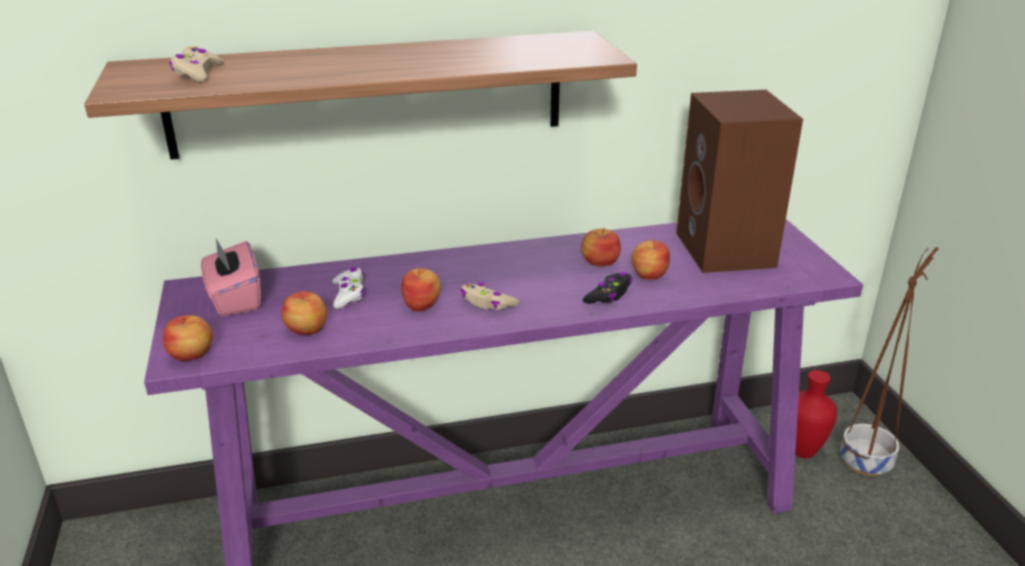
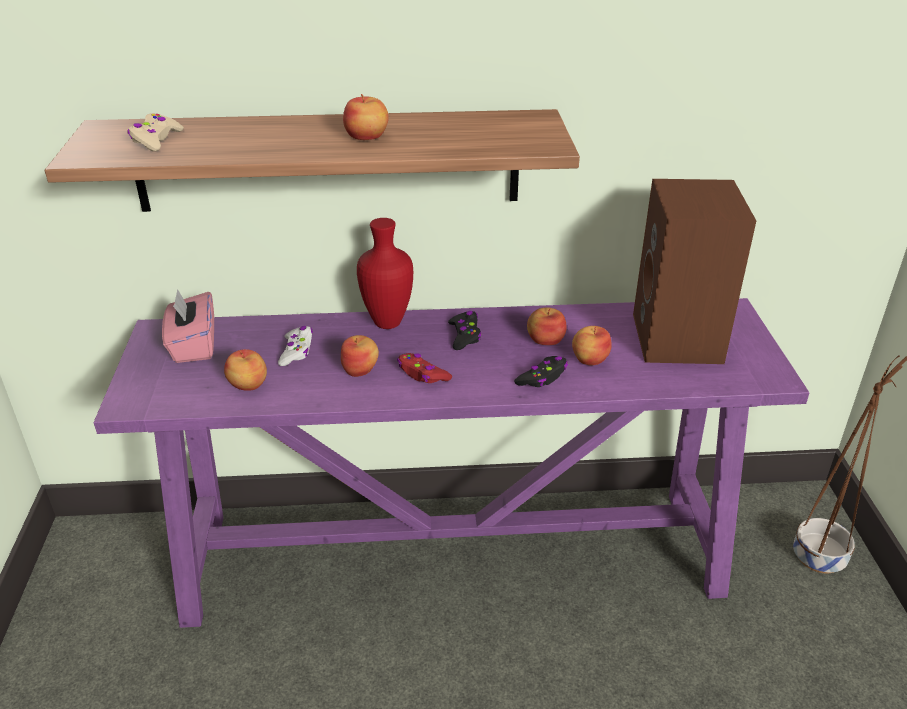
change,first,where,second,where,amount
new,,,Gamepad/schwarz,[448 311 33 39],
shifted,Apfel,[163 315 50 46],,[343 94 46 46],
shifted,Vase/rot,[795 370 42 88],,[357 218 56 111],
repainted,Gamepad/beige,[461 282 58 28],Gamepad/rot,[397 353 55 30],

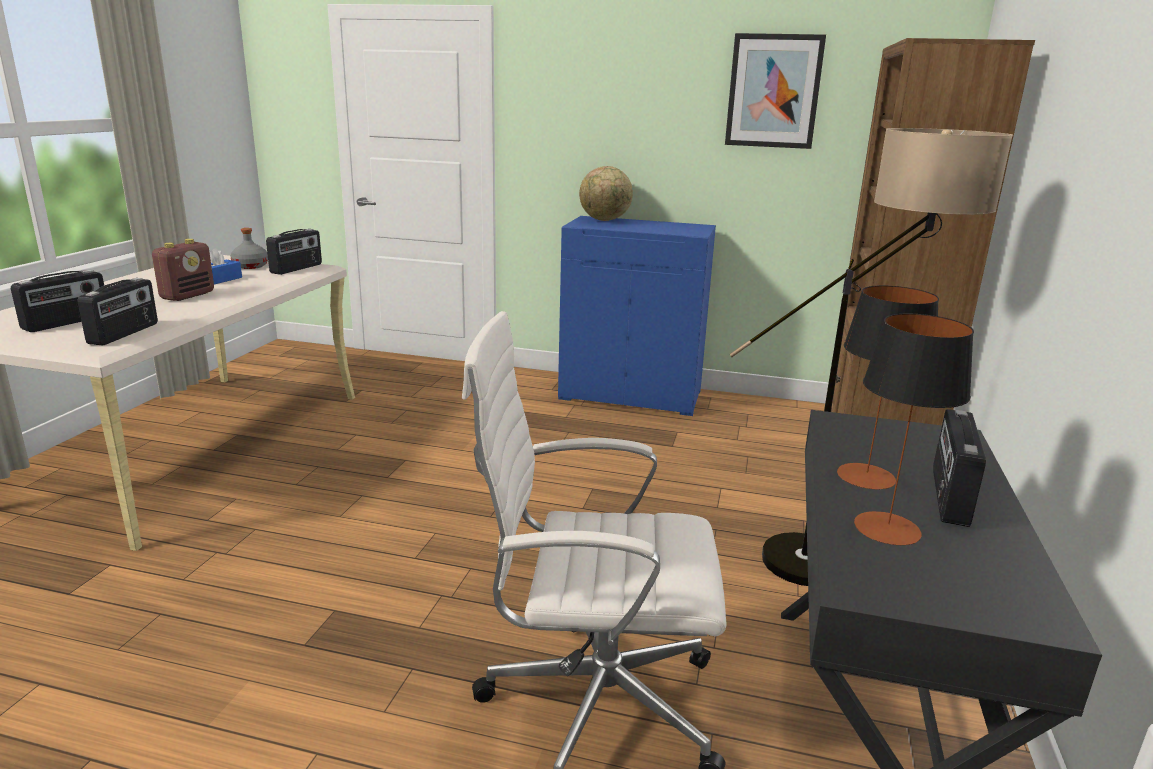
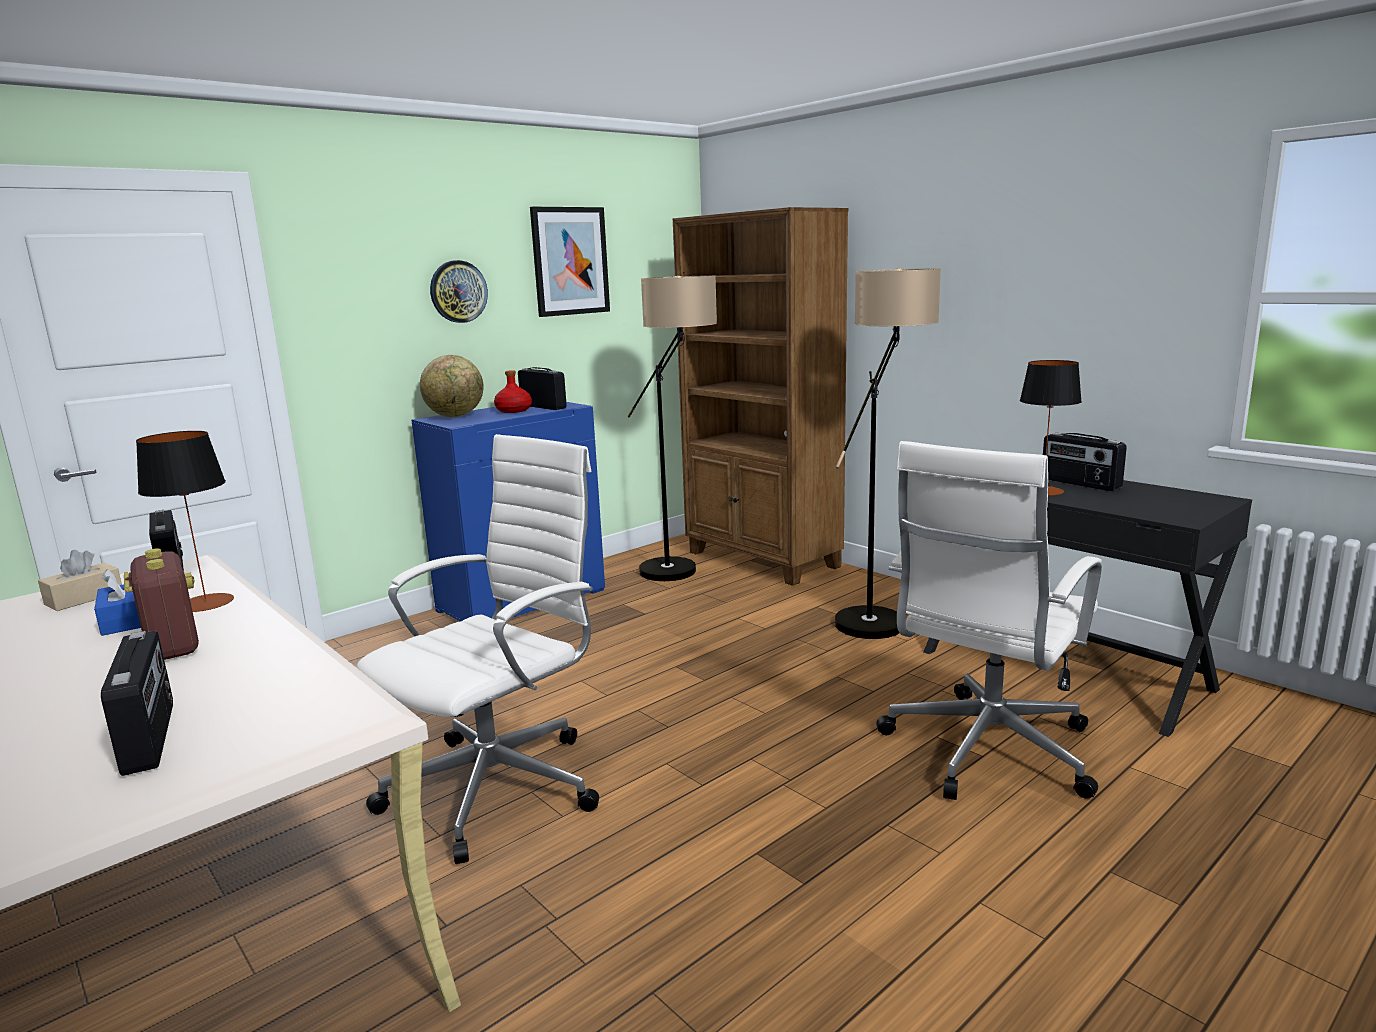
change,first,where,second,where,amount
new,,,Bürostuhl/weiß,[356 434 243 430],
new,,,Wanduhr,[430 260 58 63],
new,,,Flasche/rot,[494 370 38 43],
new,,,Stehlampe,[628 275 89 306],
shifted,Radio,[77 278 81 67],,[518 367 49 43],
shifted,Tischlampe,[854 314 120 231],,[136 431 98 181],
swapped,Flasche/grau,[230 228 38 41],Taschentuchbox/beige,[38 550 84 61],

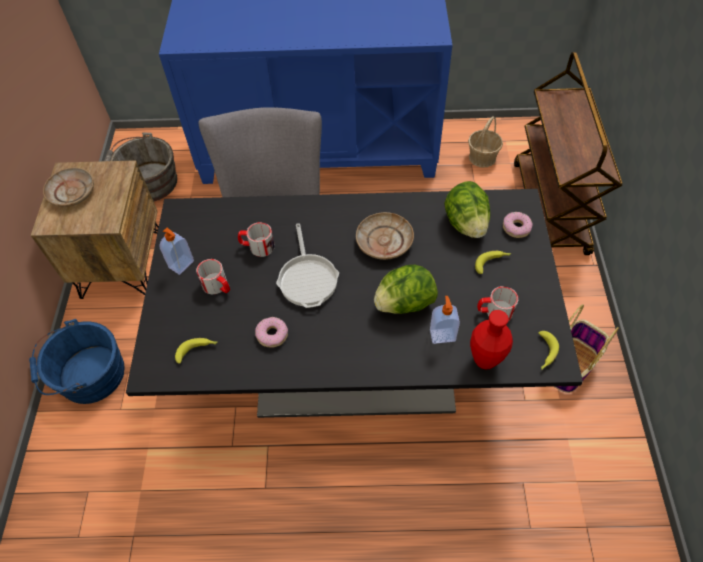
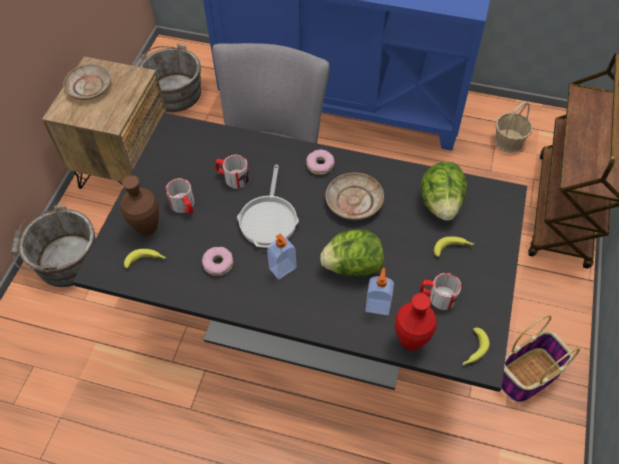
change,first,where,second,where,amount
new,,,Vase/braun,[121 175 38 61],
shifted,Seifenspender,[159 228 35 47],,[267 233 29 46],
shifted,Donut,[503 212 30 26],,[306 149 28 26],
repainted,Eimer/blau,[29 319 96 85],Eimer/grau,[11 205 85 82],

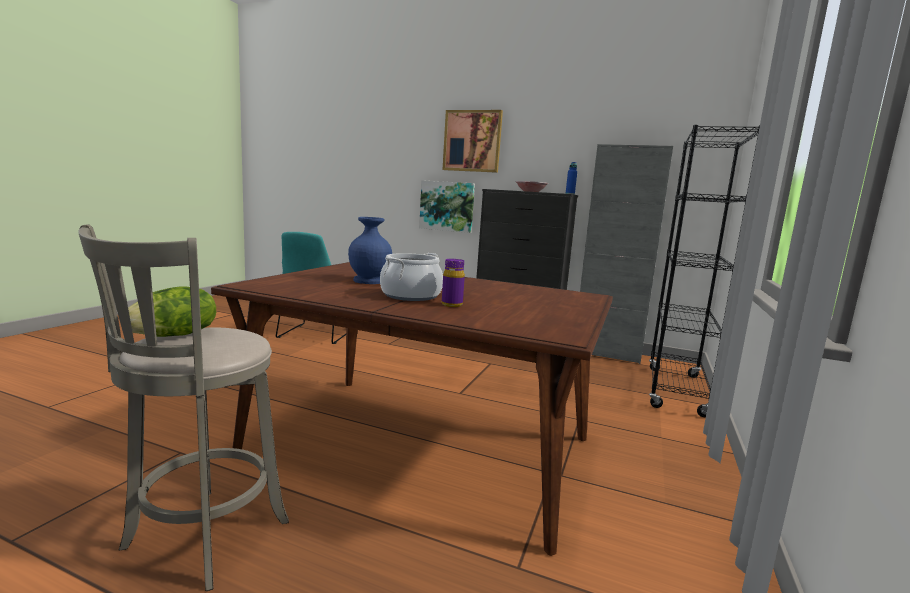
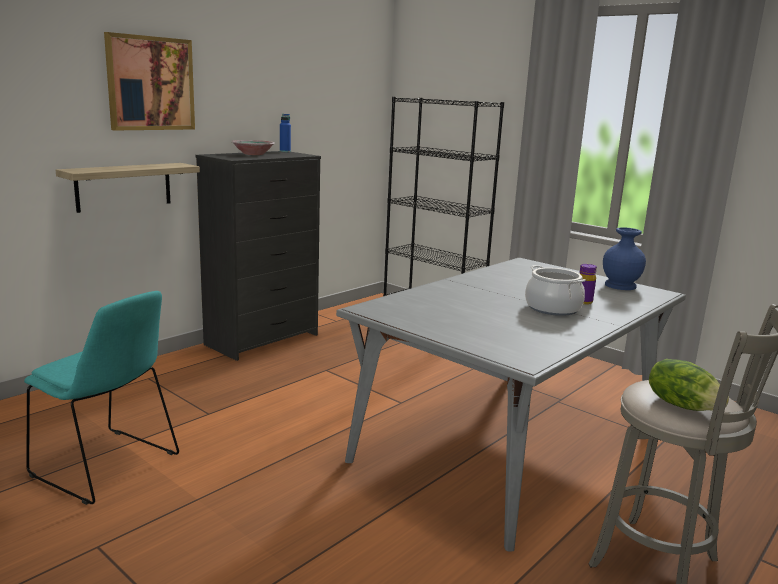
change,first,where,second,where,amount
gone,Schrank/grau,[580 144 93 220],,,
shifted,Vase/blau,[348 217 44 67],,[603 227 43 63],
swapped,Bild,[419 180 56 53],Wandregal,[56 163 144 50],
repainted,Esstisch/braun,[211 262 402 294],Esstisch/grau,[336 258 350 293],

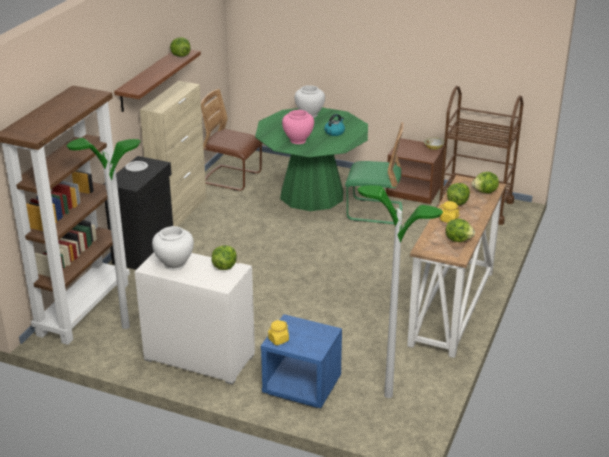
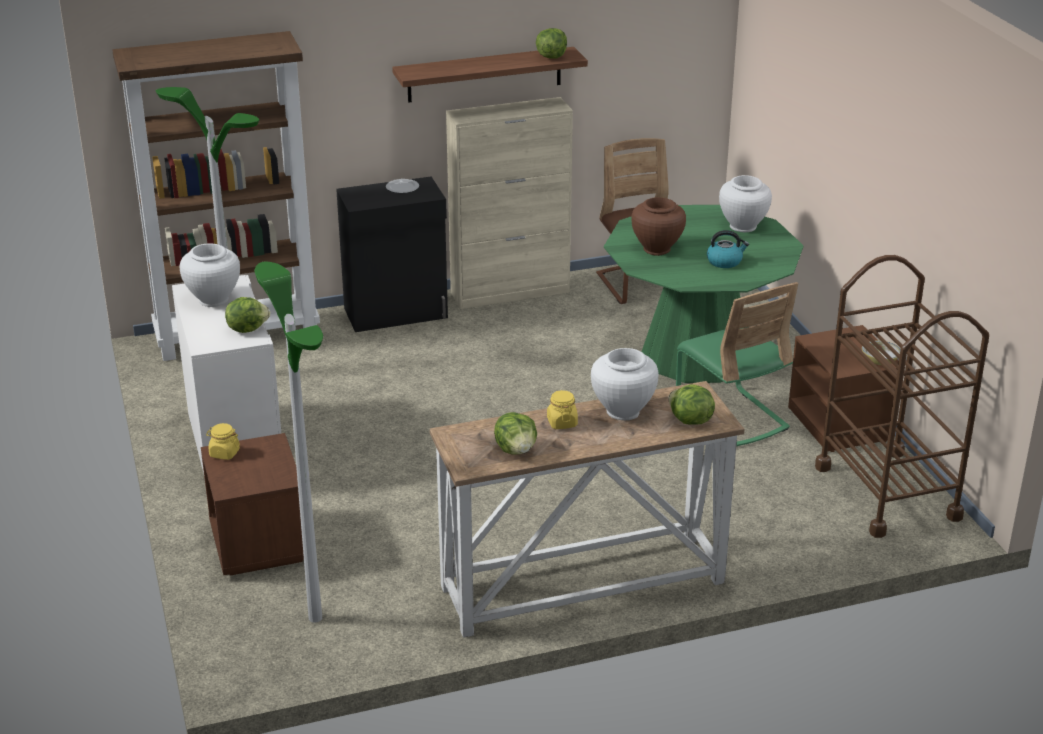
change,first,where,second,where,amount
swapped,Salatkopf,[447 183 23 22],Vase/weiß,[591 348 67 72],
repainted,Nachttisch/blau,[261 314 81 94],Nachttisch/braun,[201 433 103 143],
repainted,Vase/rosa,[282 110 32 34],Vase/braun,[631 197 55 59],

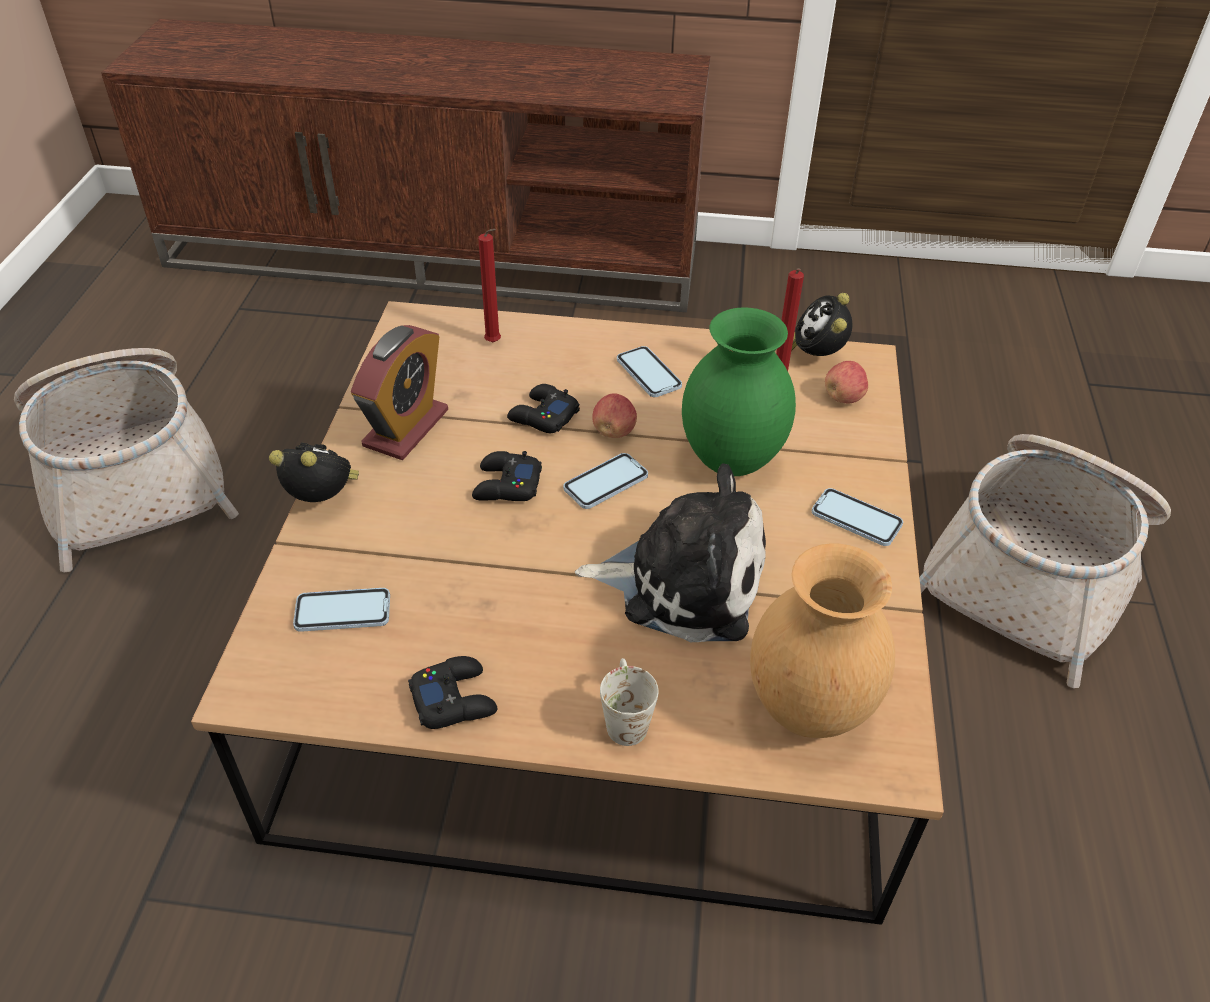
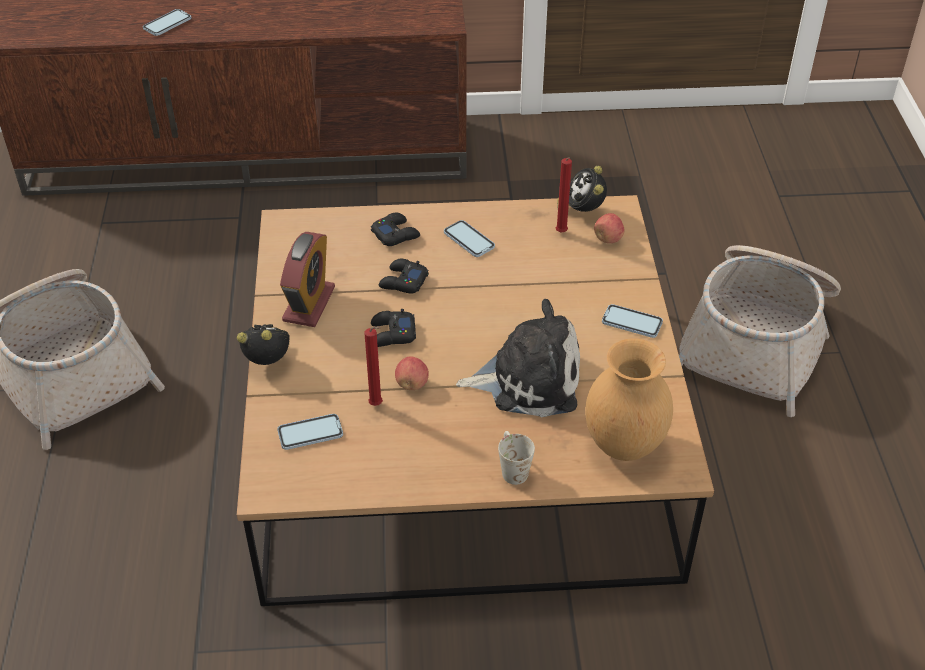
change,first,where,second,where,amount
gone,Vase/grün,[682 307 114 169],,,
shifted,Gamepad/schwarz,[408 656 89 73],,[371 212 49 34],
shifted,Kerze/rot,[478 229 23 113],,[364 326 19 80],
shifted,Handy,[563 453 85 56],,[143 9 48 27],
shifted,Apfel,[592 393 45 45],,[395 356 34 34],

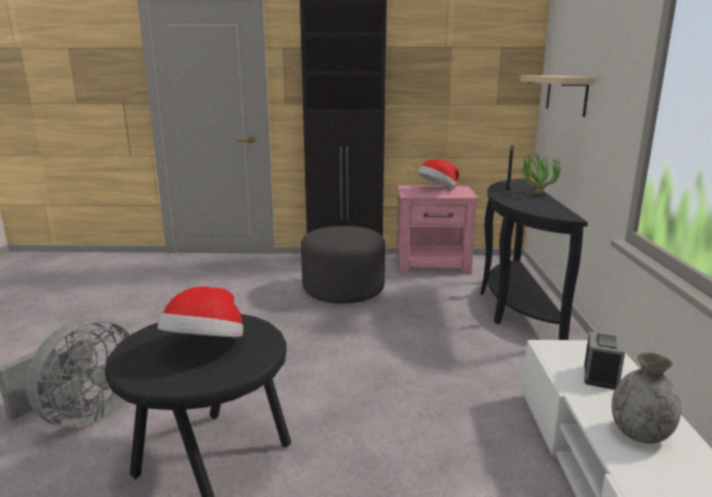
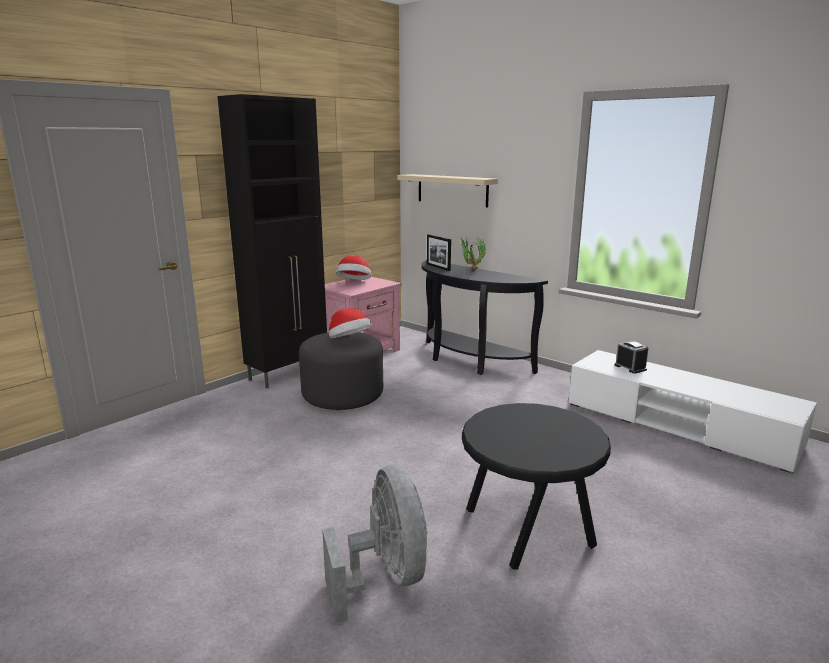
change,first,where,second,where,amount
gone,Vase/grau,[612 352 69 92],,,
shifted,Hut,[158 286 85 51],,[329 308 43 30],

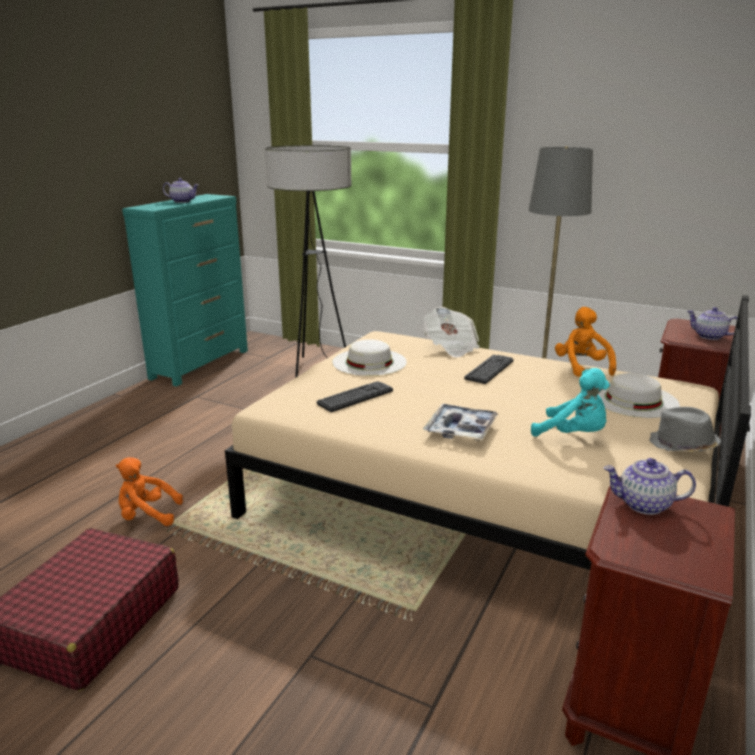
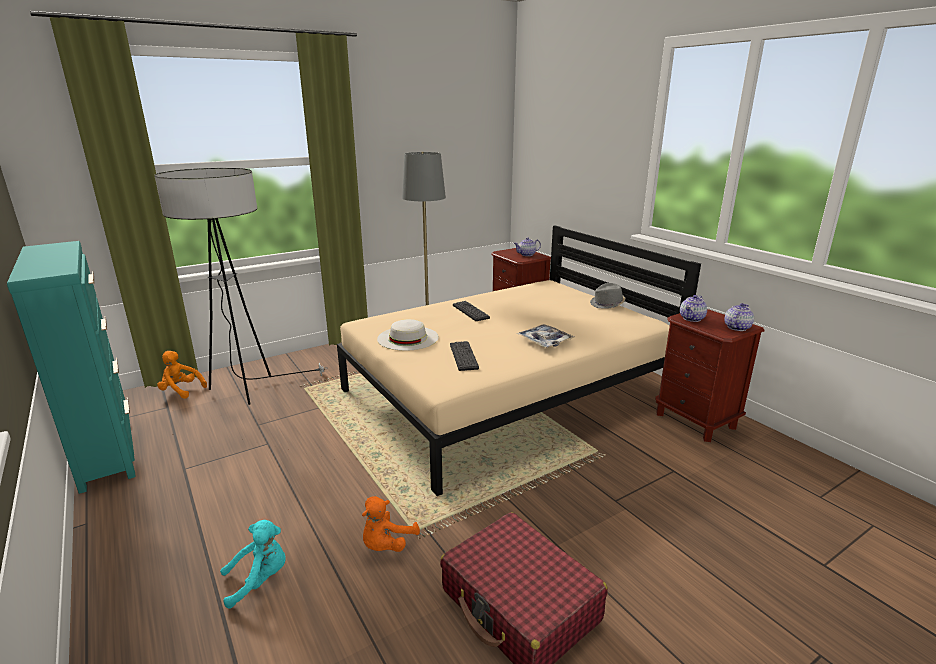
change,first,where,second,where,amount
gone,Zeitung,[424 307 56 51],,,
gone,Hut/weiß,[598 373 82 45],,,
shifted,Teekanne,[163 178 36 25],,[724 303 30 28],
shifted,Plüschtier/türkis,[531 368 79 69],,[220 520 66 88],
shifted,Plüschtier/orange,[555 307 61 70],,[157 351 50 48],

